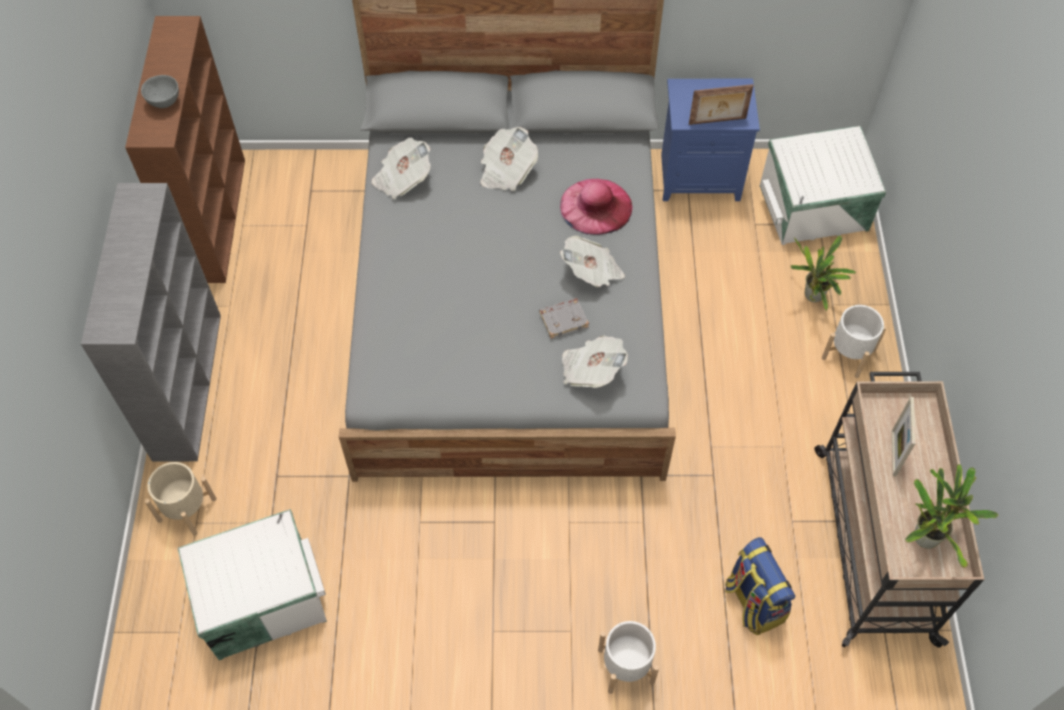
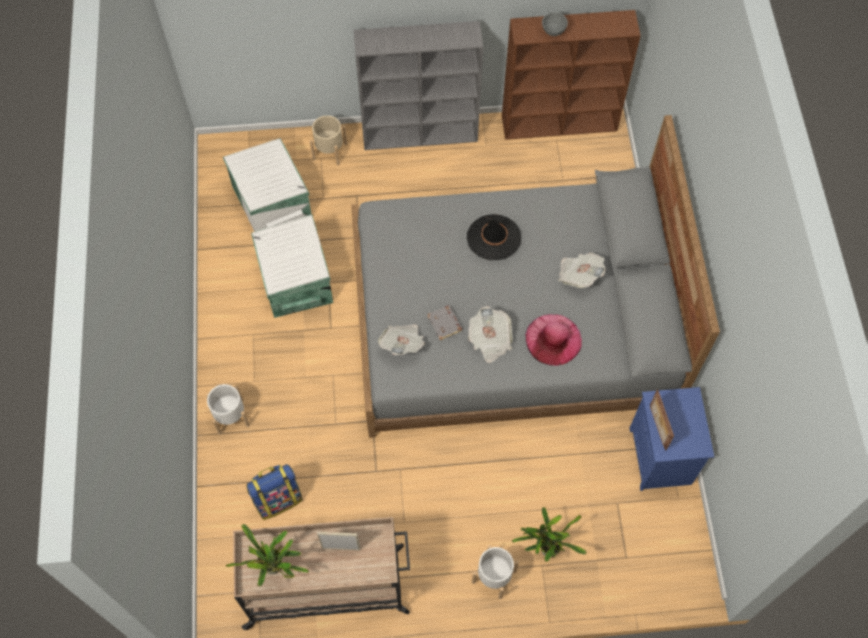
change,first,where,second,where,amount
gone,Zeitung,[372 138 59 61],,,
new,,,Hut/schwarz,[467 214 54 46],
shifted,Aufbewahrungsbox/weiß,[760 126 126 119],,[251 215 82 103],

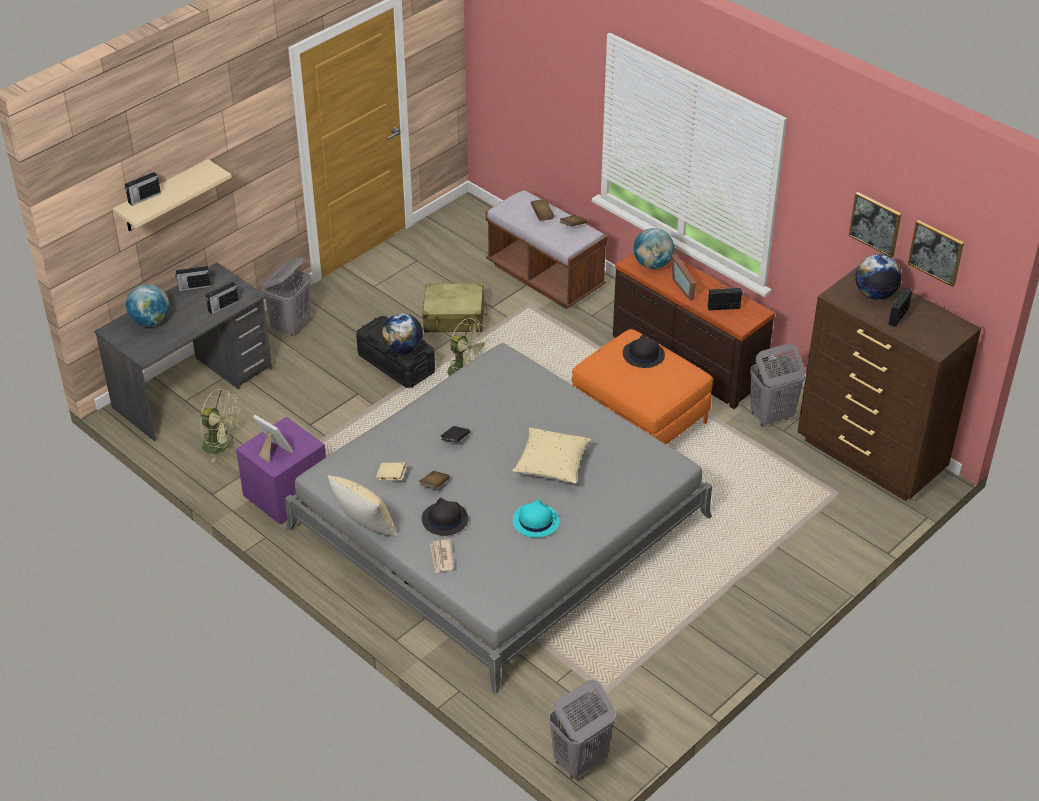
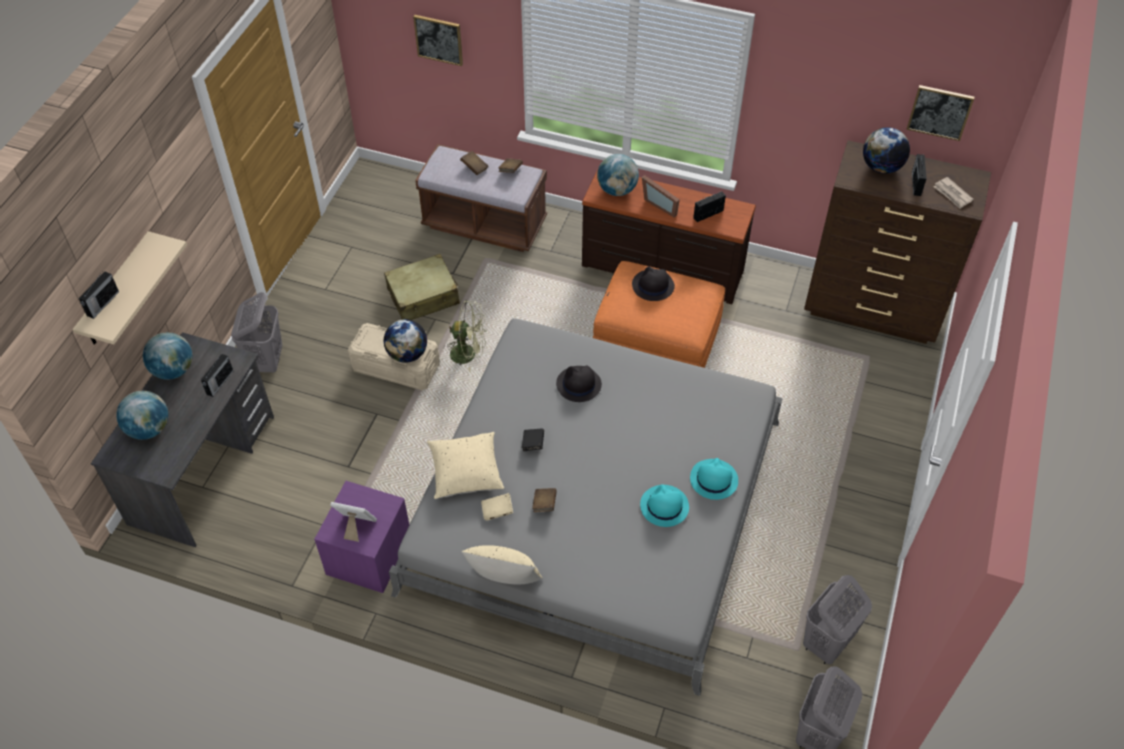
change,first,where,second,where,amount
gone,Ventilator/grün,[199 389 43 73],,,
new,,,Hut/türkis,[690 458 48 42],
shifted,Hut/schwarz,[422 498 47 38],,[556 365 46 37],
shifted,Zeitung,[430 540 24 33],,[934 177 39 32],
shifted,Kissen/beige,[512 428 79 56],,[427 432 77 67],
shifted,Wäschekorb/grau,[750 343 56 84],,[803 575 69 89],
shifted,Bild,[849 192 52 66],,[413 15 50 51],
swapped,Radio,[175 265 36 26],Globus,[143 332 49 48],
repainted,Aufbewahrungsbox/schwarz,[356 316 79 72],Aufbewahrungsbox/beige,[348 323 92 67],

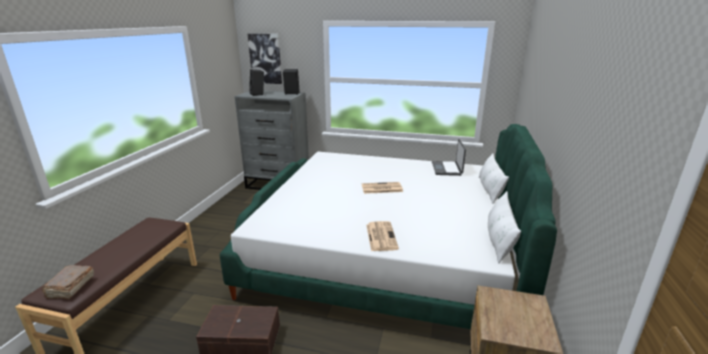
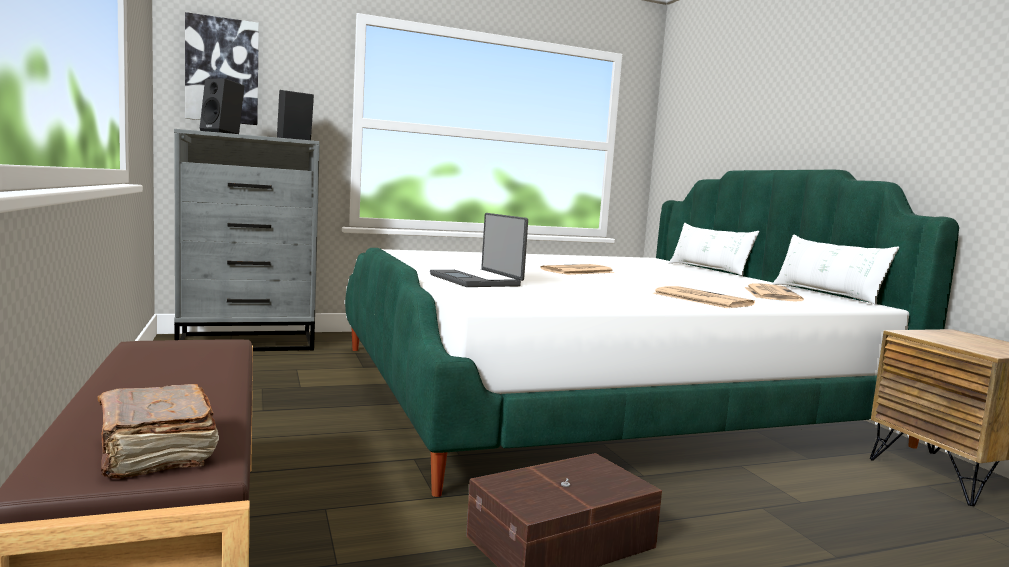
change,first,where,second,where,amount
new,,,Zeitung,[744 283 60 18],
shifted,Laptop,[432 139 34 37],,[430 213 98 74],

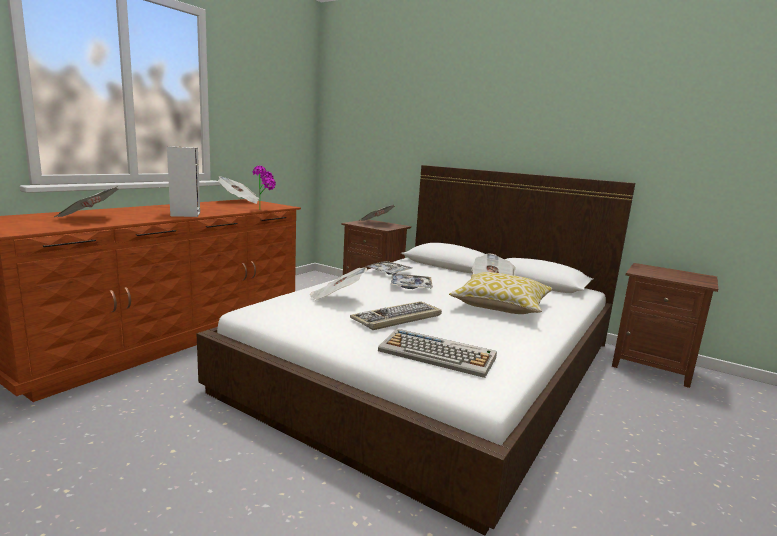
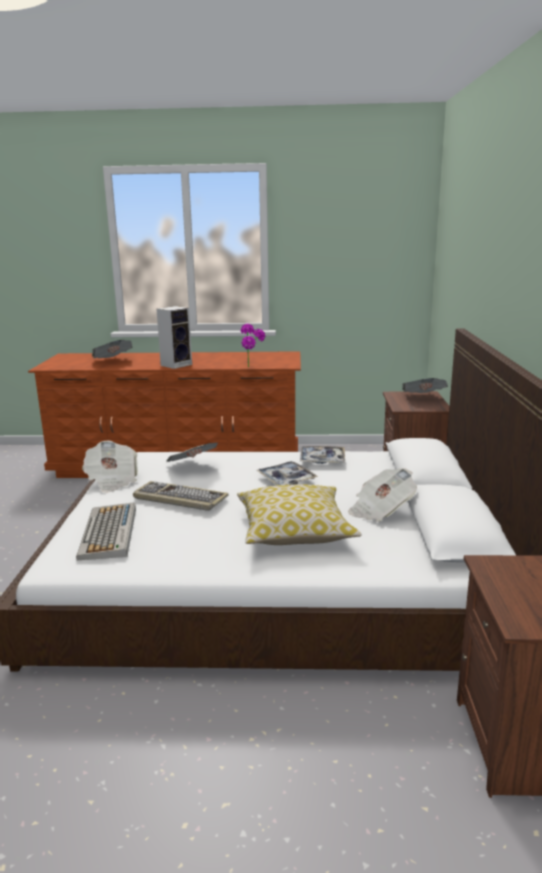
change,first,where,second,where,amount
shifted,Zeitung,[218 176 41 28],,[82 441 56 52],

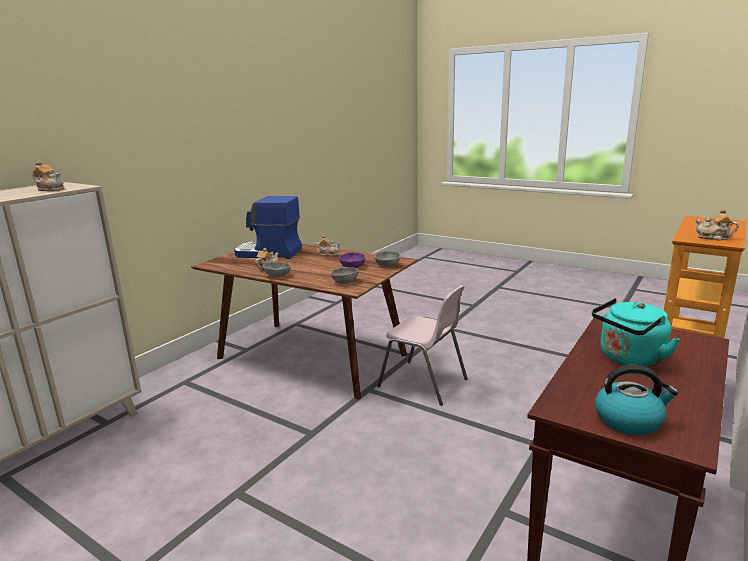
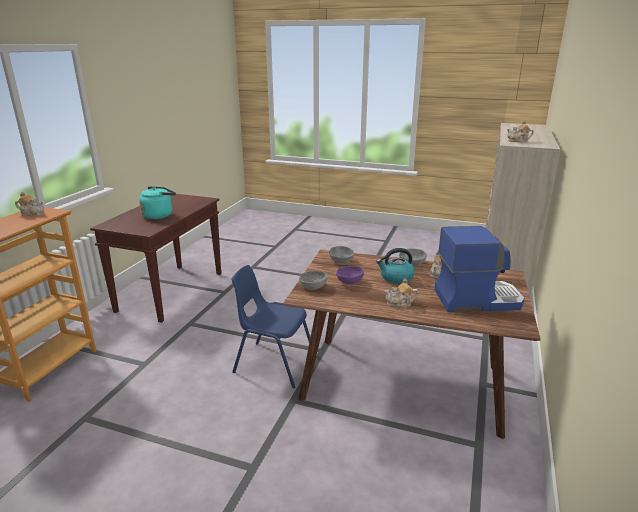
change,first,where,second,where,amount
shifted,Wasserkessel,[595 365 83 70],,[376 248 39 36],
repainted,Stuhl/rosa,[377 285 91 121],Stuhl/blau,[232 265 78 123],

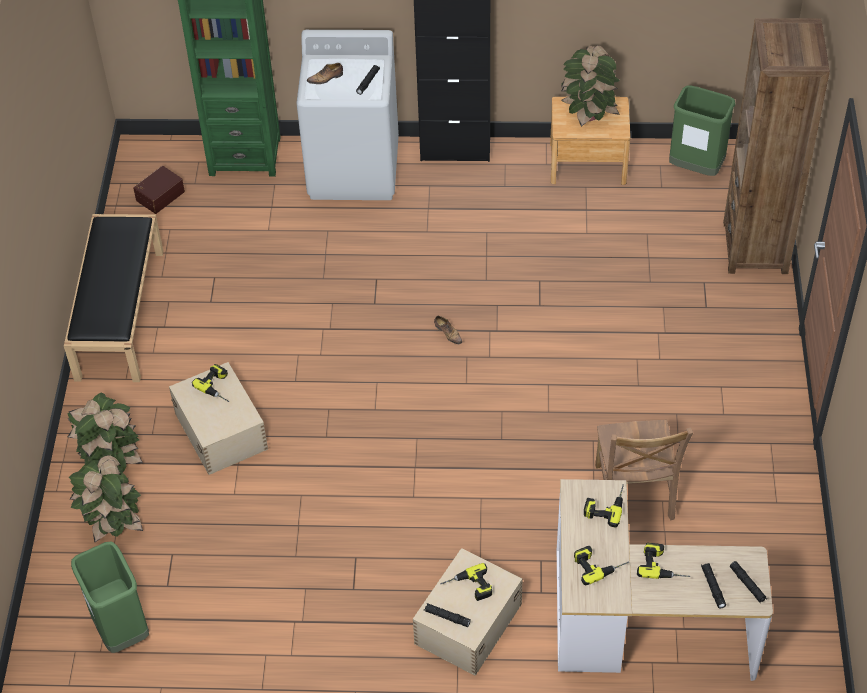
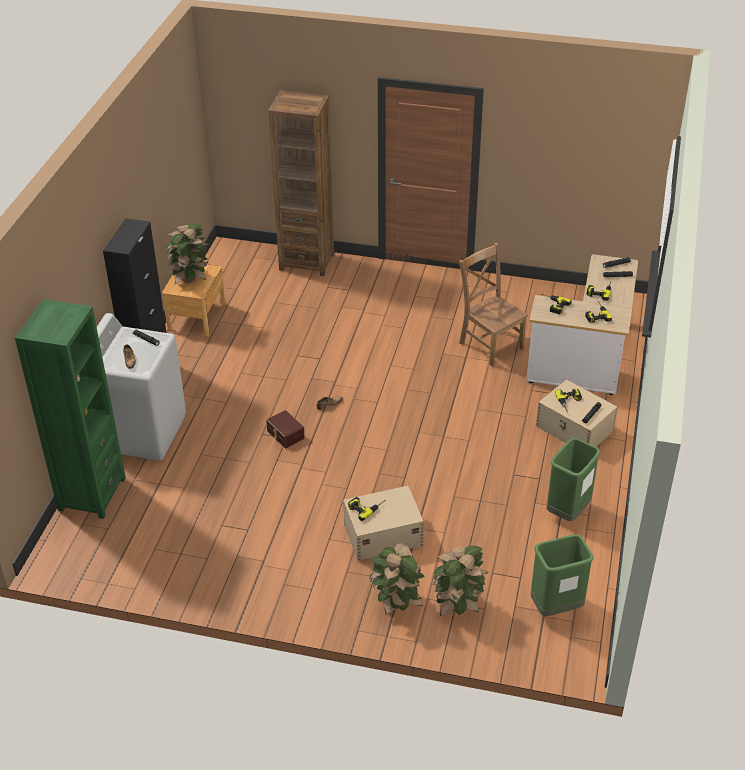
change,first,where,second,where,amount
gone,Bank/schwarz,[64 214 99 168],,,
shifted,Aufbewahrungsbox/braun,[133 166 52 48],,[266 410 39 38],
shifted,Mülleimer/grün,[669 86 66 90],,[547 438 53 83],
rotated,Stuhl/braun,[595 420 98 100],,[459 243 69 123],135 degrees counterclockwise

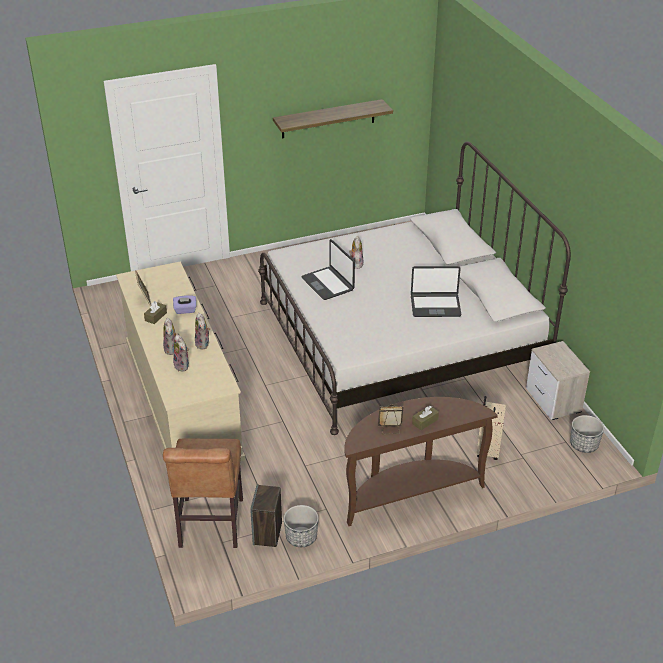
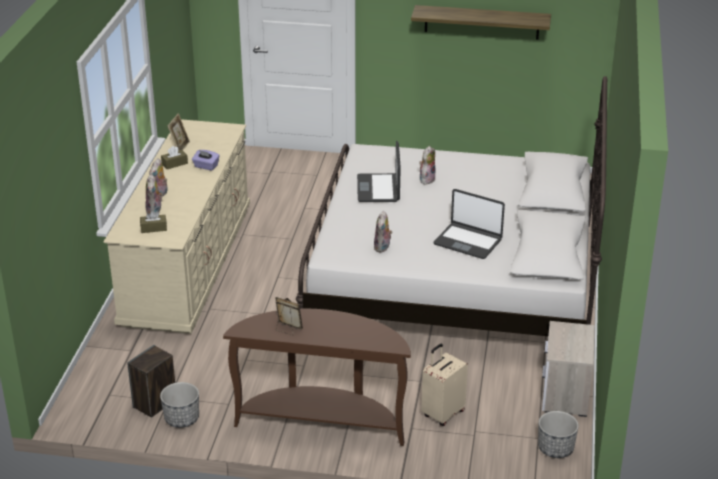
change,first,where,second,where,amount
gone,Stuhl/braun,[163 439 80 109],,,
shifted,Plüschtier,[195 313 15 36],,[374 211 19 42],
shifted,Taschentuchbox/braun,[412 406 27 24],,[140 211 27 22],

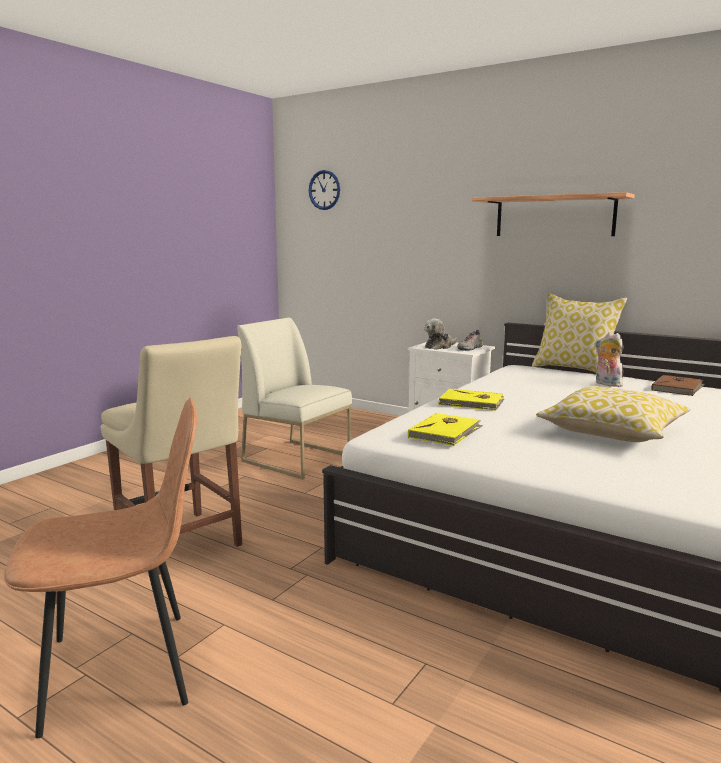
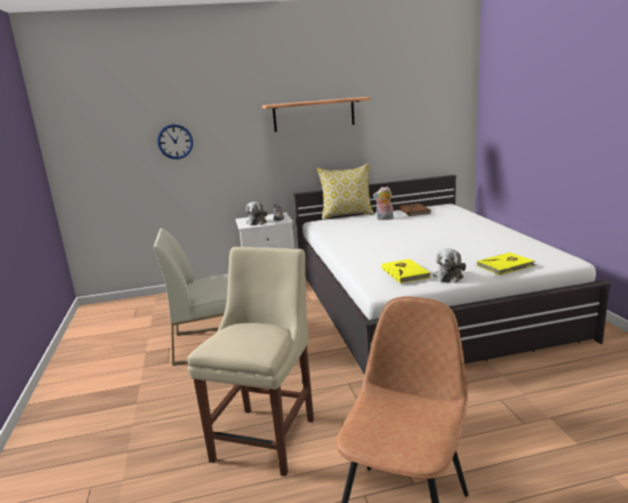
change,first,where,second,where,amount
gone,Kissen,[536 386 155 56],,,
new,,,Plüschtier,[433 248 33 35],
shifted,Wanduhr,[309 170 31 40],,[157 124 36 35],
shifted,Buch/gelb,[438 389 66 22],,[477 253 59 22],
rotated,Stuhl/beige,[101 336 141 239],,[187 247 127 229],75 degrees counterclockwise

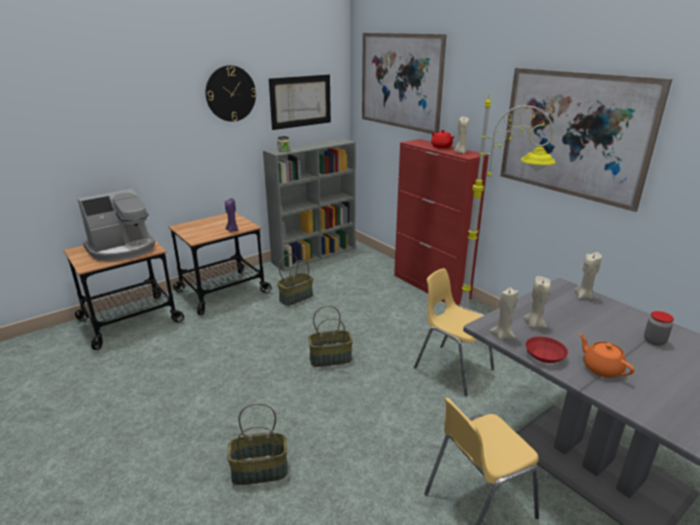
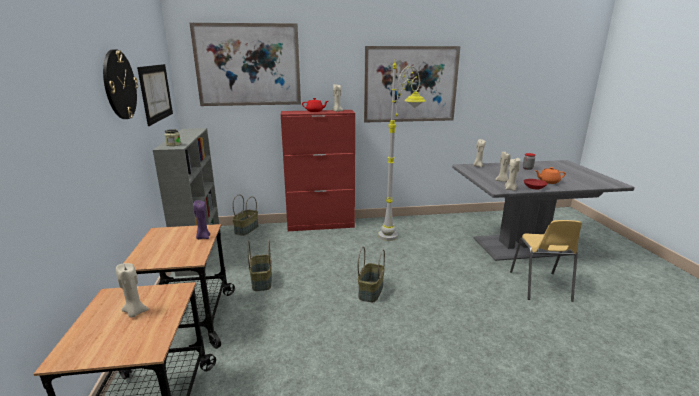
change,first,where,second,where,amount
gone,Stuhl/gelb,[414 268 80 128],,,
shifted,Korb,[227 403 61 82],,[232 195 27 41],
swapped,Kaffeemaschine,[78 189 77 72],Kerze/beige,[116 263 33 54],

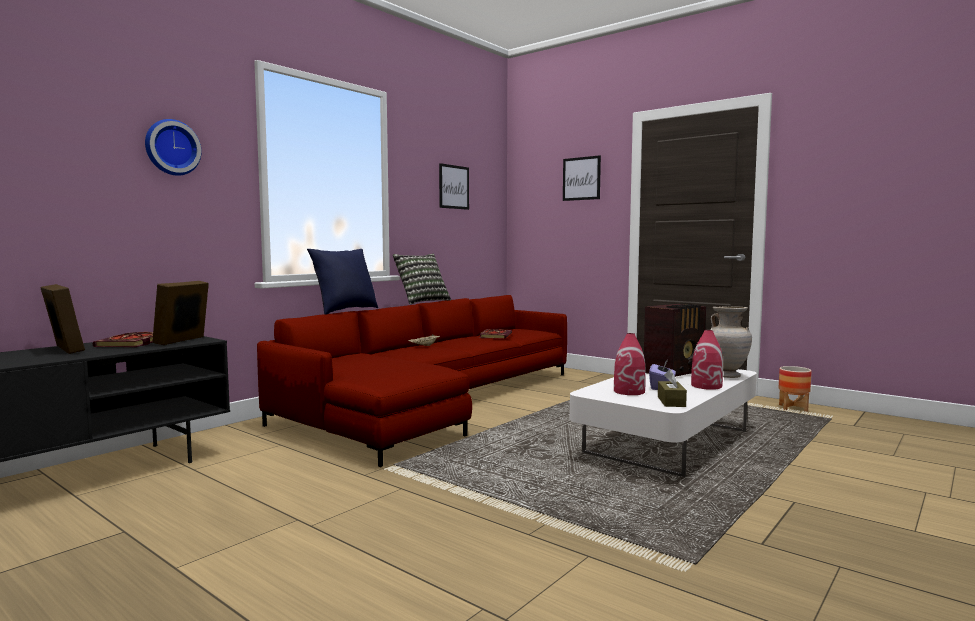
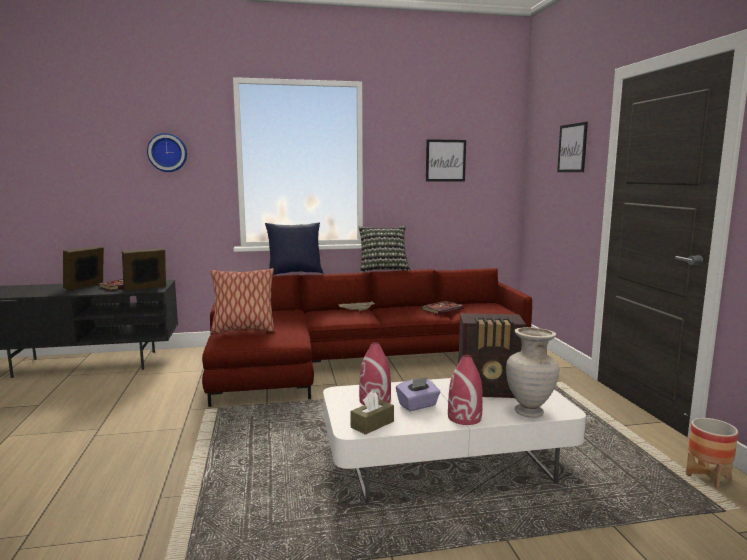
change,first,where,second,where,amount
new,,,Kissen,[210 268 65 66],
rotated,Bilderrahmen,[40 284 45 70],,[63 246 41 44],150 degrees counterclockwise

